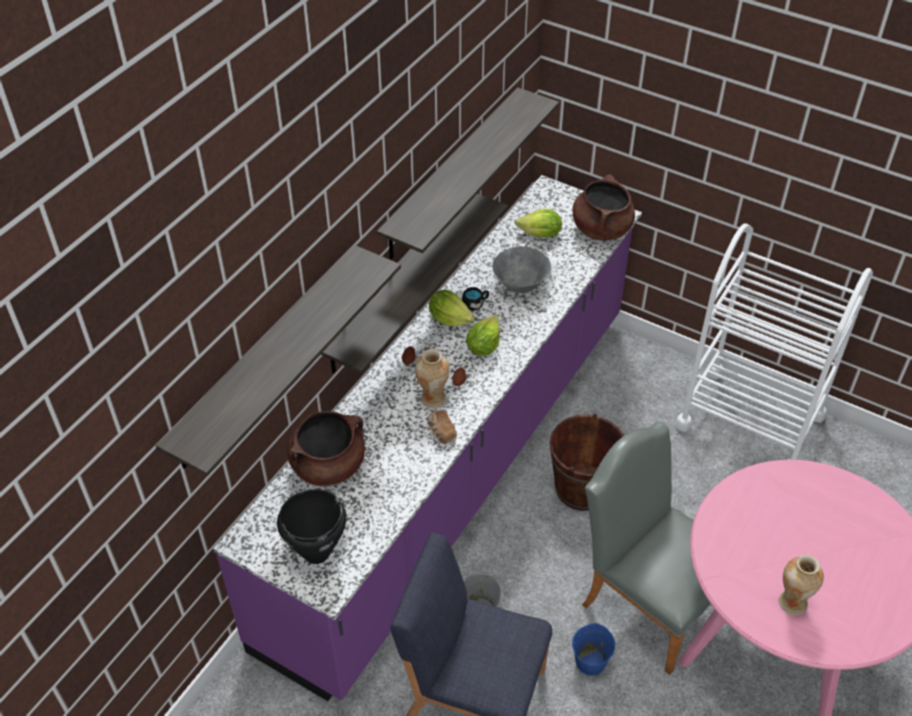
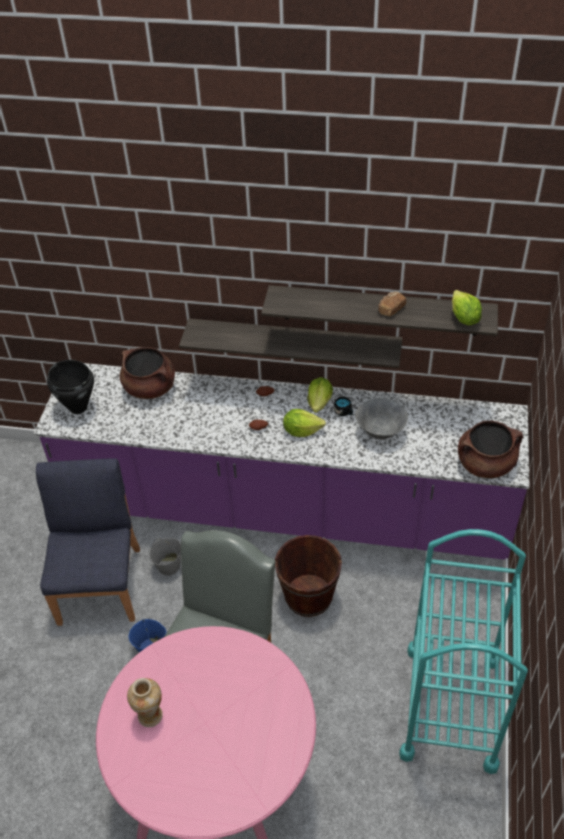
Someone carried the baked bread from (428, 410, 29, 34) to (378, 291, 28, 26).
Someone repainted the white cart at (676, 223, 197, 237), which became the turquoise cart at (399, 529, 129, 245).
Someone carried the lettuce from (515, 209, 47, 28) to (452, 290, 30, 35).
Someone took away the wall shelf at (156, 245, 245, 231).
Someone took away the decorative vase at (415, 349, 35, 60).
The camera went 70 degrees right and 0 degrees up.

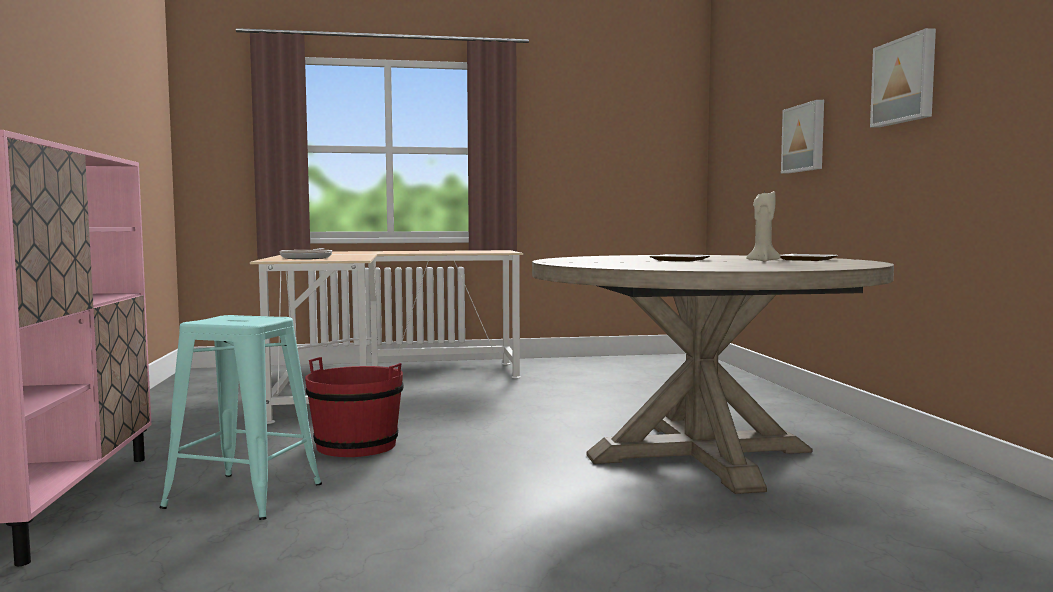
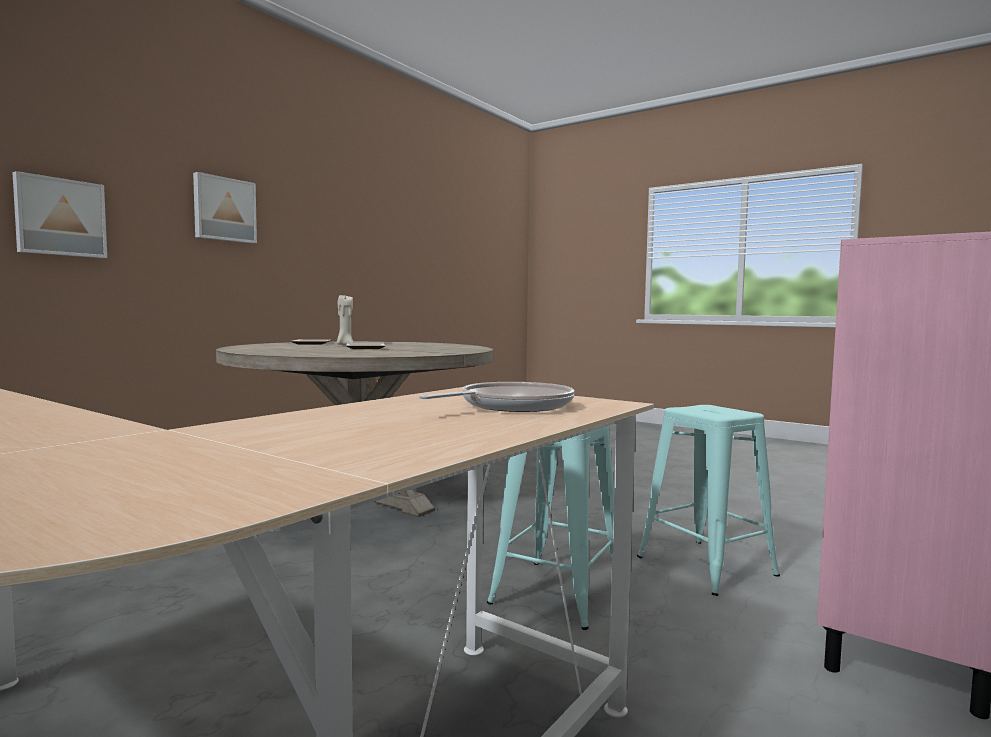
Someone swapped the red-coloured pail at (305, 357, 99, 100) for the turquoise stool at (487, 426, 127, 204).
The camera went 135 degrees left and 0 degrees up.

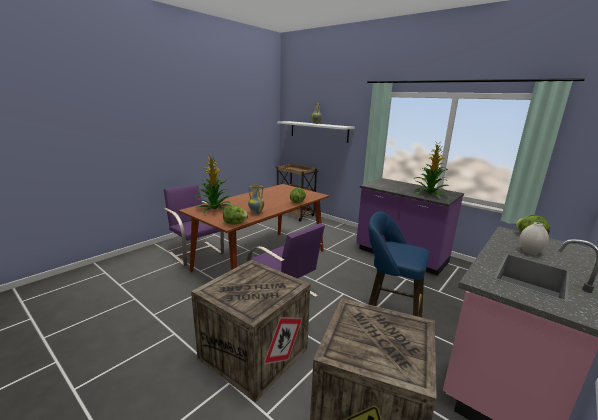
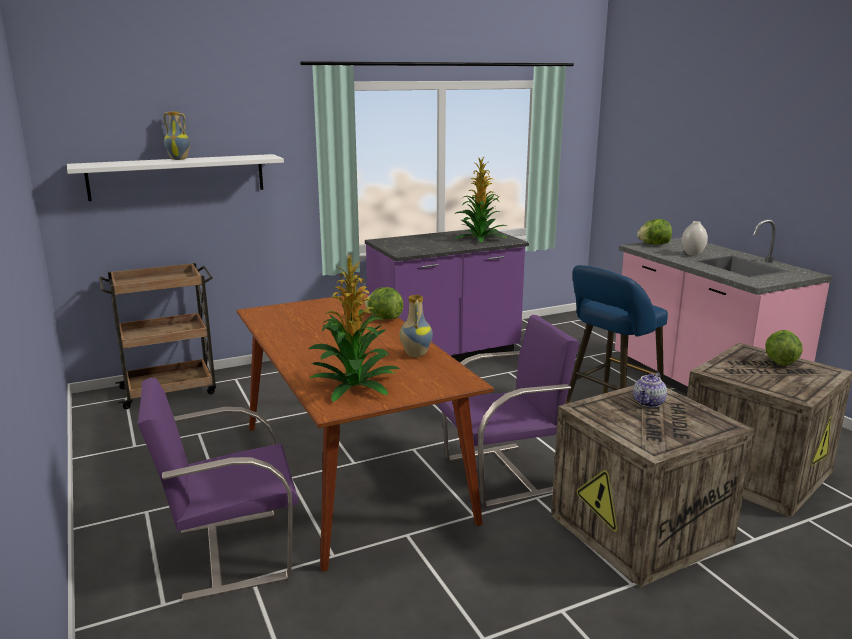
Someone put down the pot for tea at (633, 372, 34, 36).
Someone carried the lettuce from (223, 205, 25, 19) to (765, 330, 38, 36).
The camera went 65 degrees left and 0 degrees up.

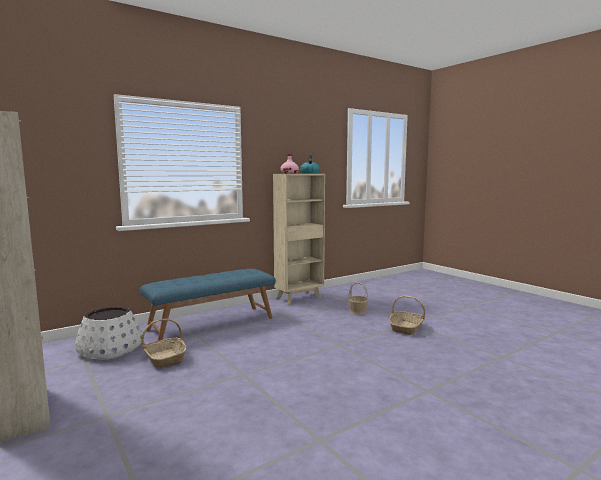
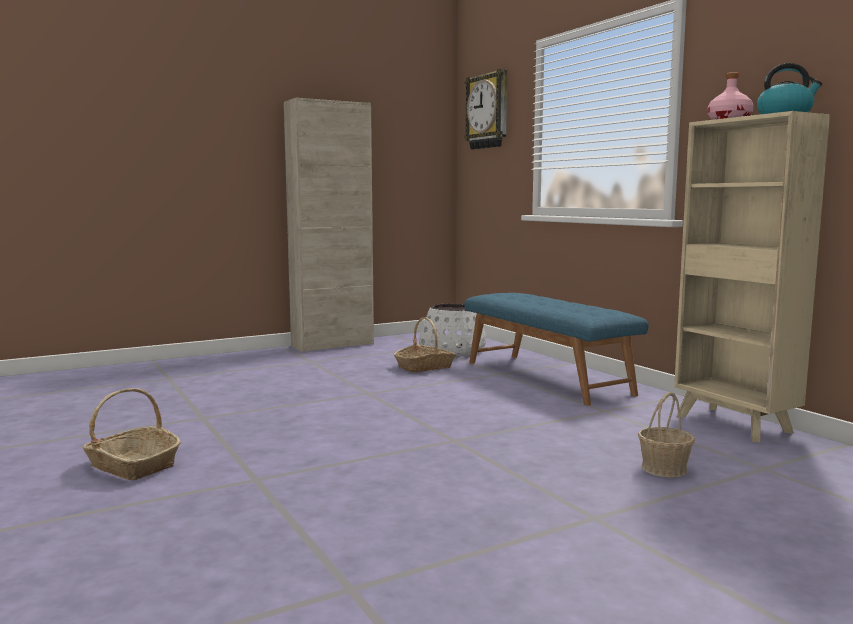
Someone carried the household basket from (389, 296, 36, 39) to (82, 388, 99, 92).
Someone put up the clock on the wall at (464, 69, 43, 81).
The camera went 95 degrees right and 0 degrees up.

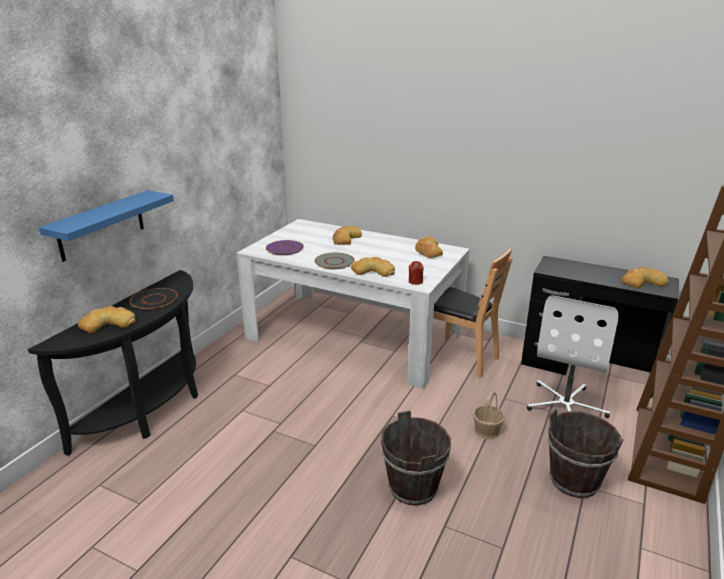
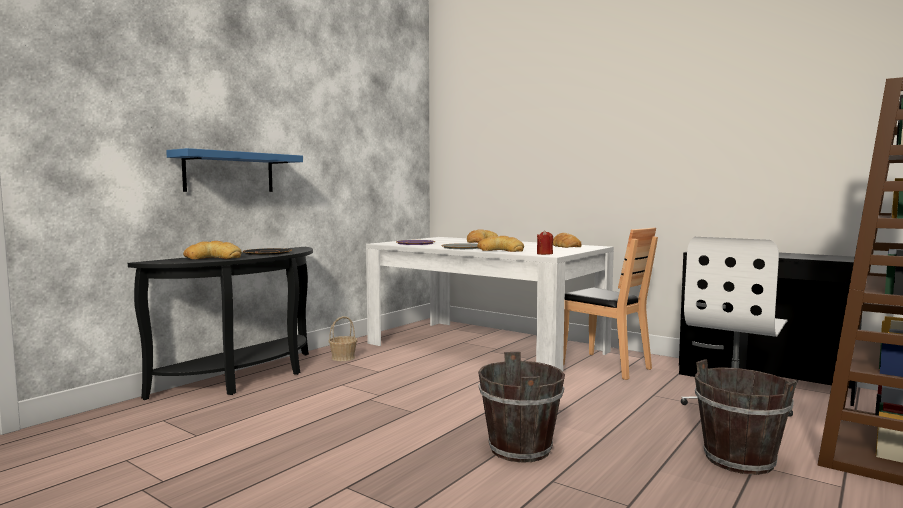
Someone carried the household basket from (473, 392, 32, 47) to (329, 316, 29, 45).
Someone took away the baked bread at (621, 267, 48, 22).
The camera went 10 degrees right and 20 degrees down.

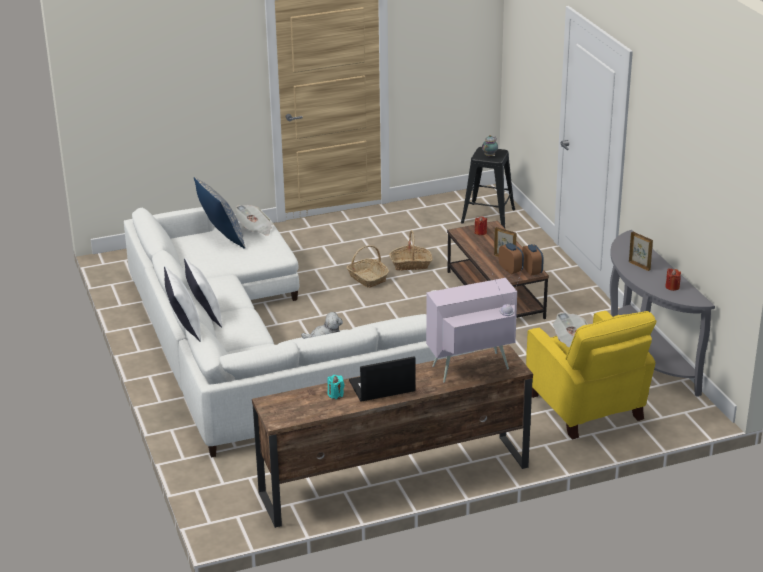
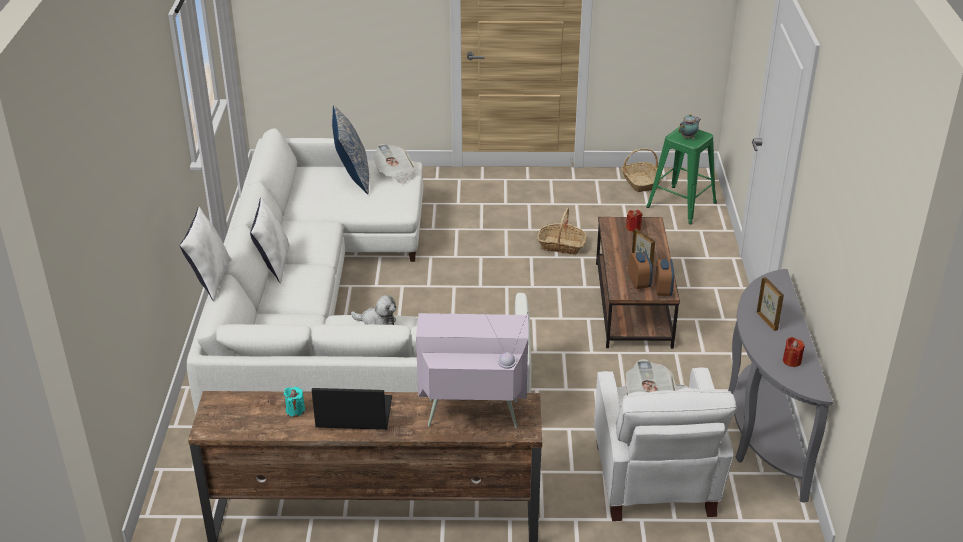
Someone repainted the yellow-coloured armchair at (526, 311, 130, 129), which became the white armchair at (594, 368, 143, 153).
Someone carried the household basket from (347, 245, 42, 43) to (621, 148, 41, 44).
Someone repainted the black-coloured stool at (461, 147, 54, 81), which became the greenish stool at (646, 127, 71, 97).
The camera went 20 degrees right and 5 degrees up.

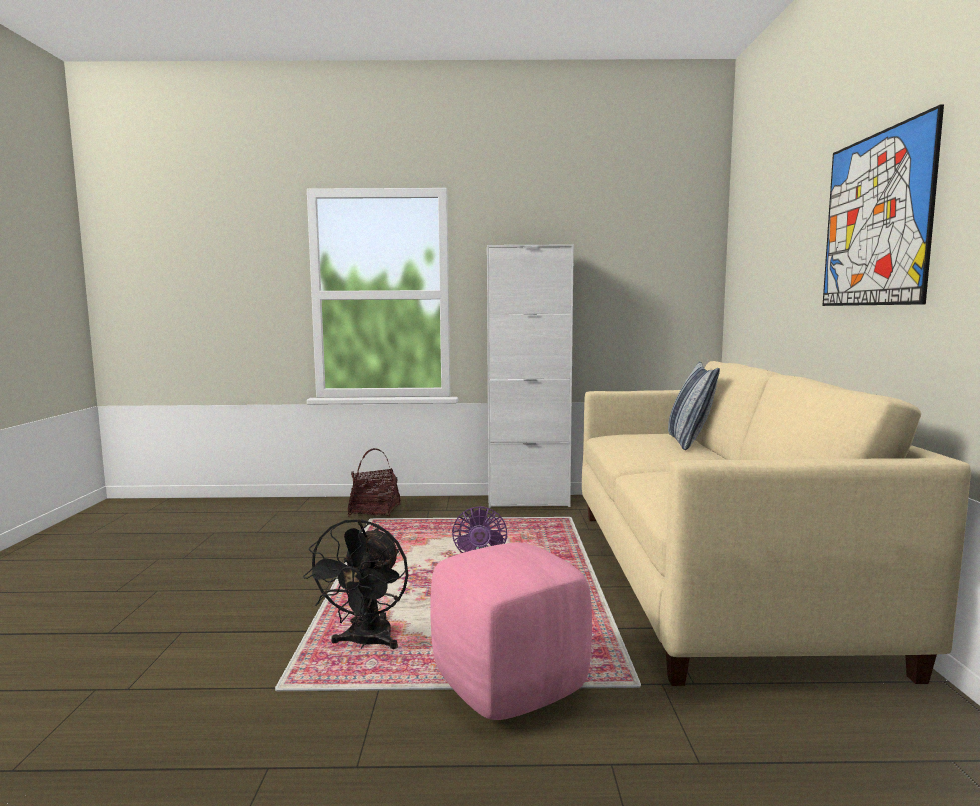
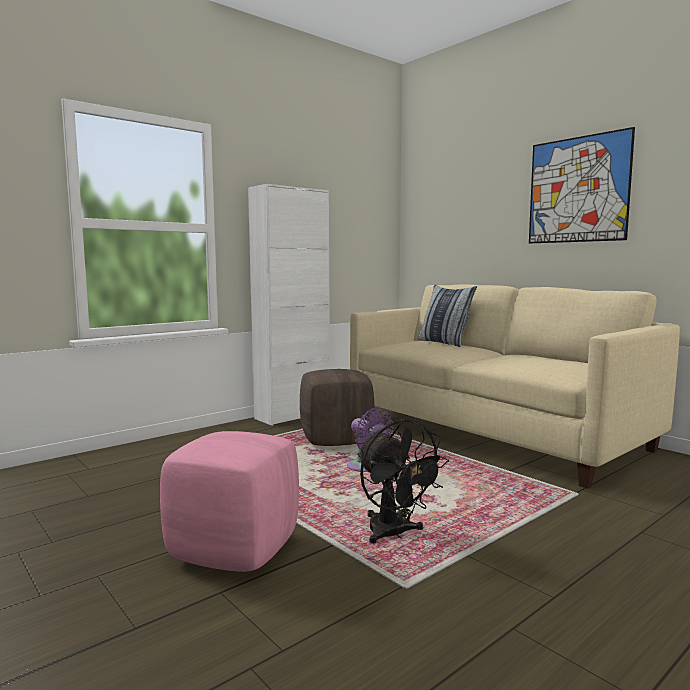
Someone carried the pink-coloured pouffe from (430, 543, 162, 177) to (160, 431, 139, 141).
Someone put down the brown pouffe at (300, 369, 74, 77).
Someone took away the household basket at (348, 448, 53, 68).
The camera went 40 degrees left and 0 degrees up.

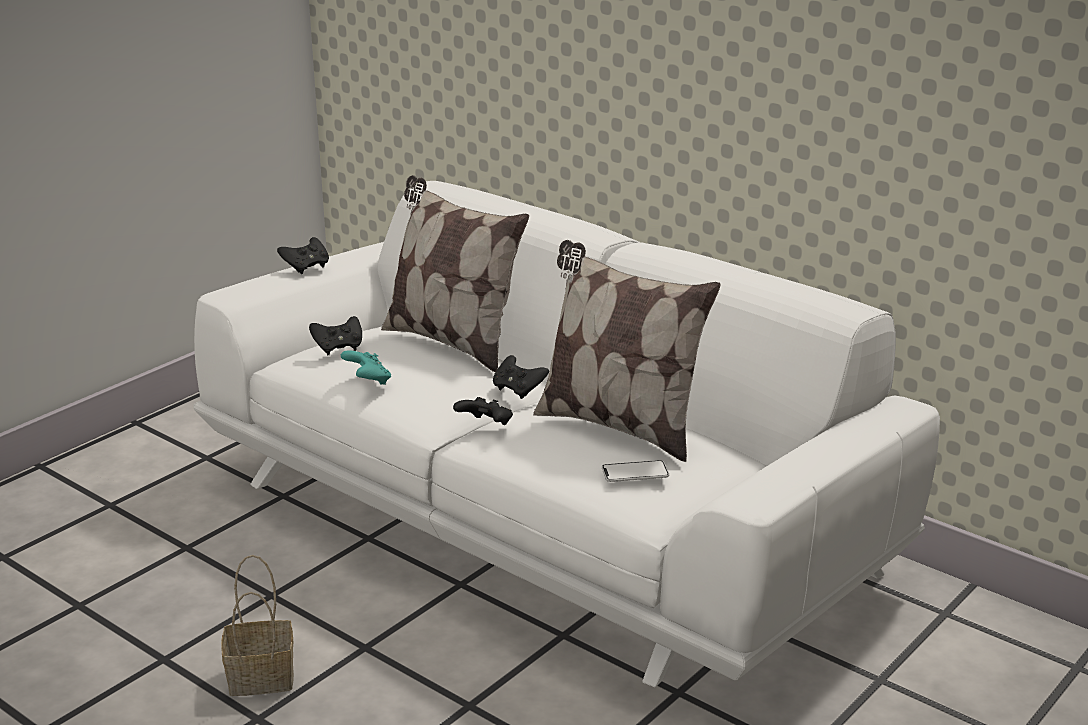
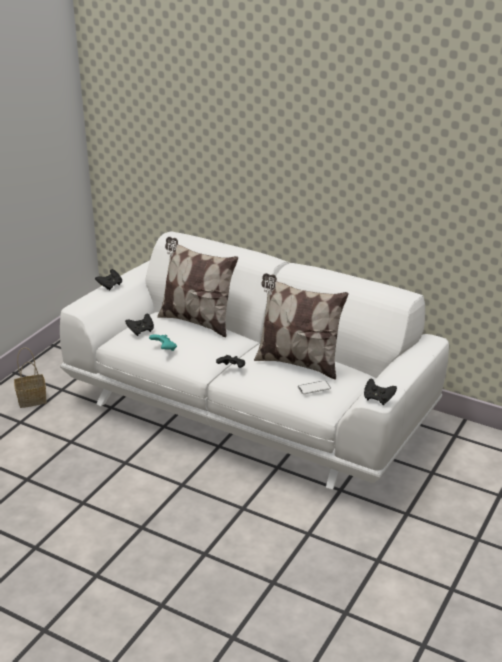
Someone carried the household basket from (221, 555, 73, 141) to (14, 347, 33, 61).
Someone carried the black-coloured gamepad from (493, 355, 56, 44) to (364, 379, 33, 26).
The camera went 10 degrees left and 5 degrees up.

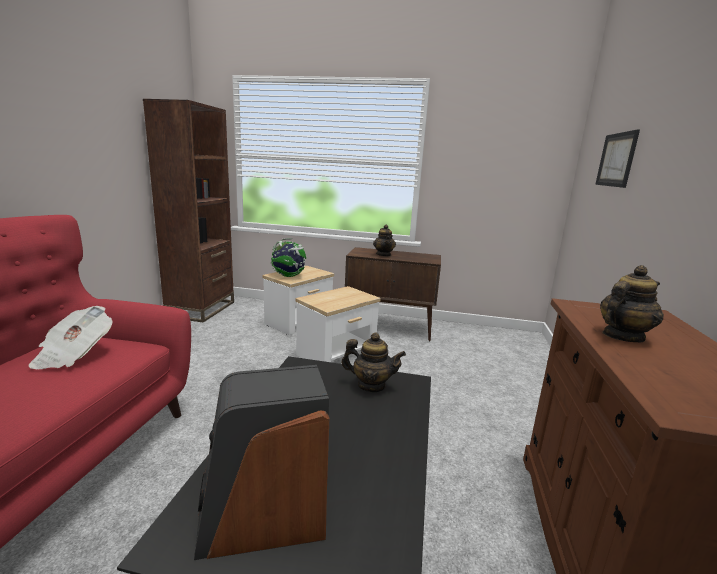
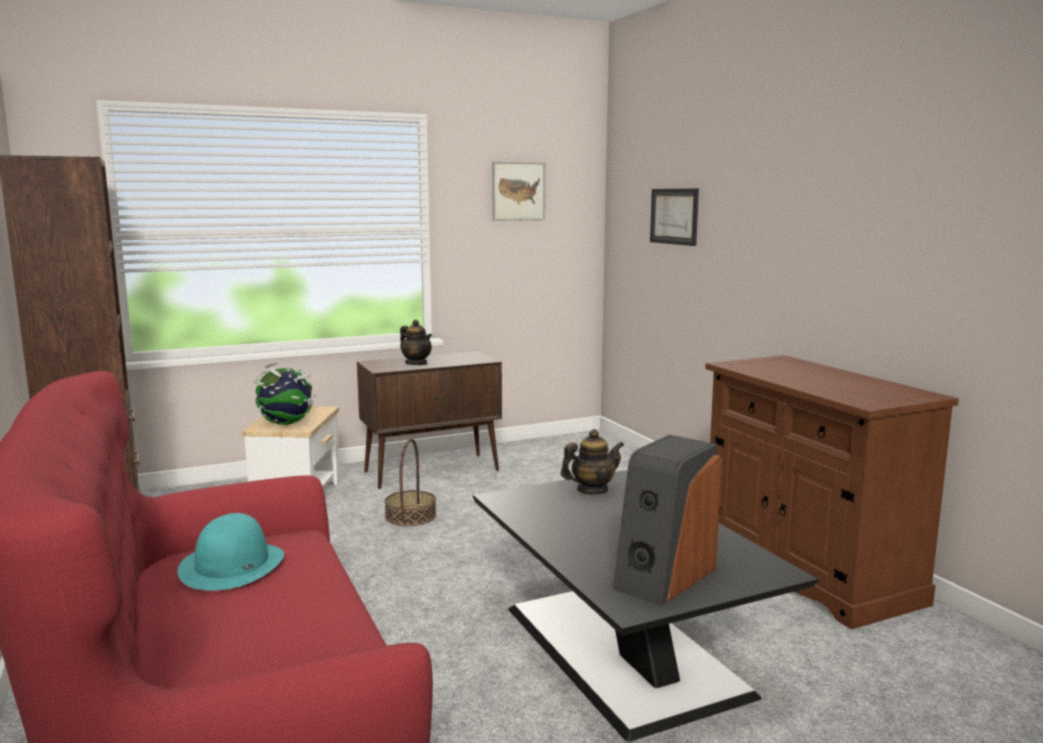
Someone swapped the daily paper at (28, 306, 85, 63) for the turquoise wearable hat at (178, 513, 106, 78).
Someone swapped the side table at (296, 286, 85, 76) for the household basket at (384, 438, 52, 88).
Someone put up the picture at (492, 162, 53, 59).
Someone took away the pot for tea at (600, 265, 64, 77).
The camera went 35 degrees left and 5 degrees down.

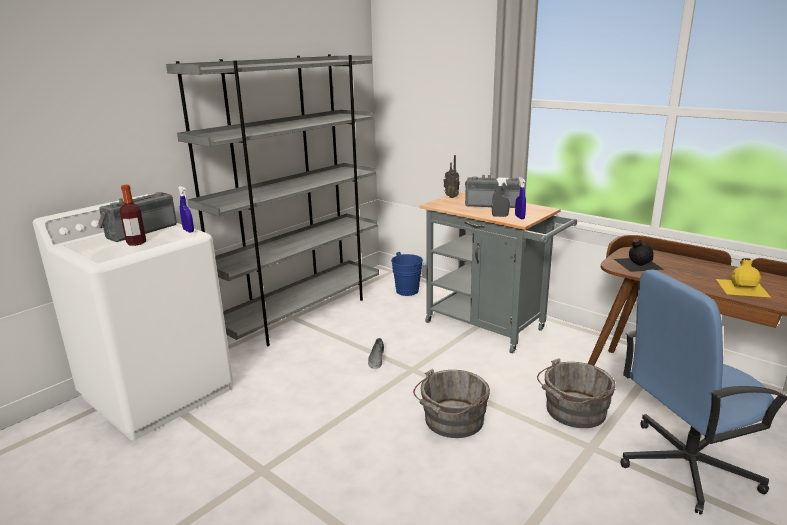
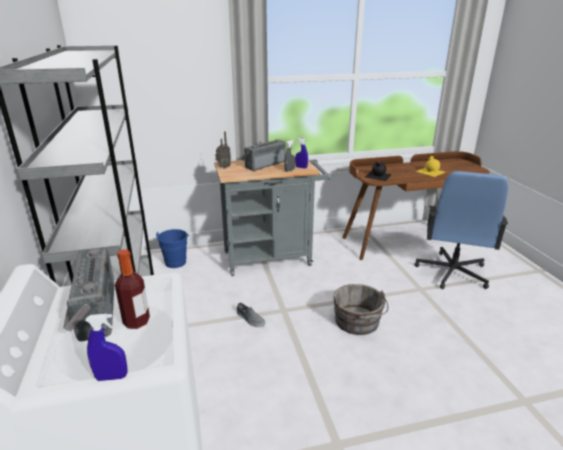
Someone carried the blue-coloured spray bottle from (179, 186, 15, 46) to (85, 314, 42, 67).
Someone took away the grey pail at (537, 358, 79, 70).
The camera went 55 degrees left and 5 degrees up.

